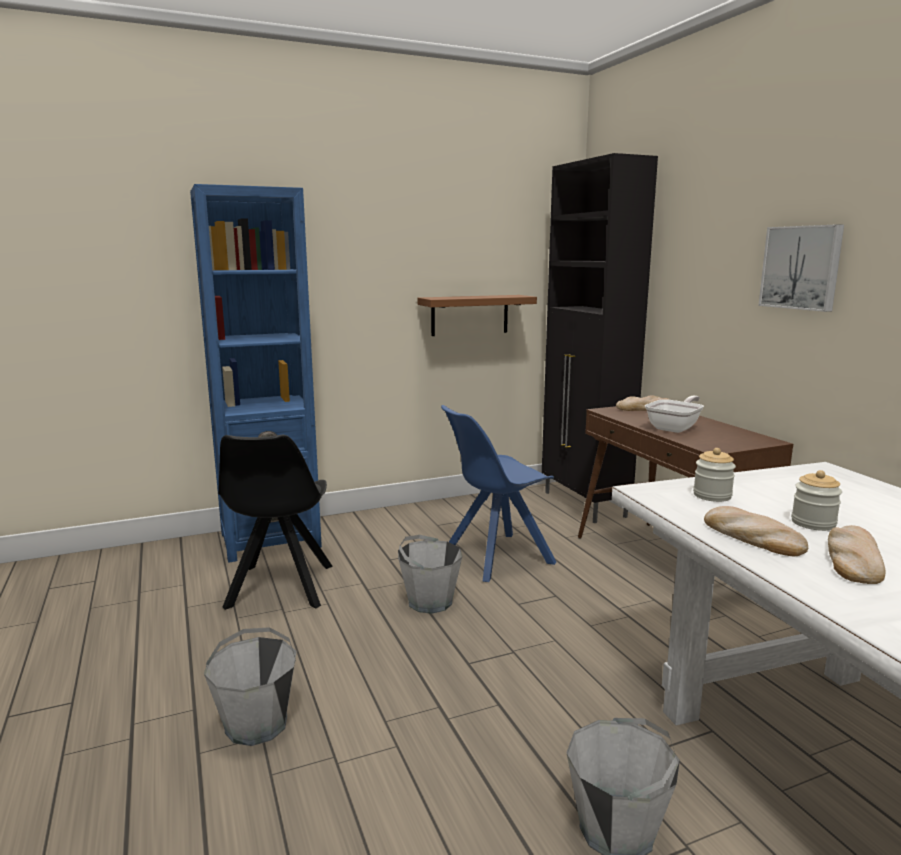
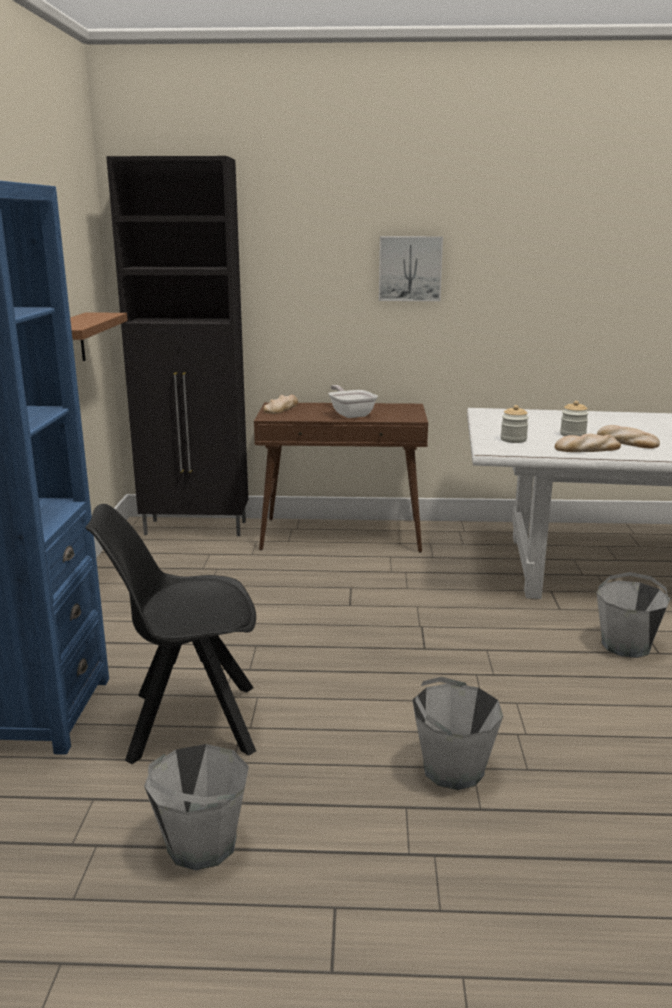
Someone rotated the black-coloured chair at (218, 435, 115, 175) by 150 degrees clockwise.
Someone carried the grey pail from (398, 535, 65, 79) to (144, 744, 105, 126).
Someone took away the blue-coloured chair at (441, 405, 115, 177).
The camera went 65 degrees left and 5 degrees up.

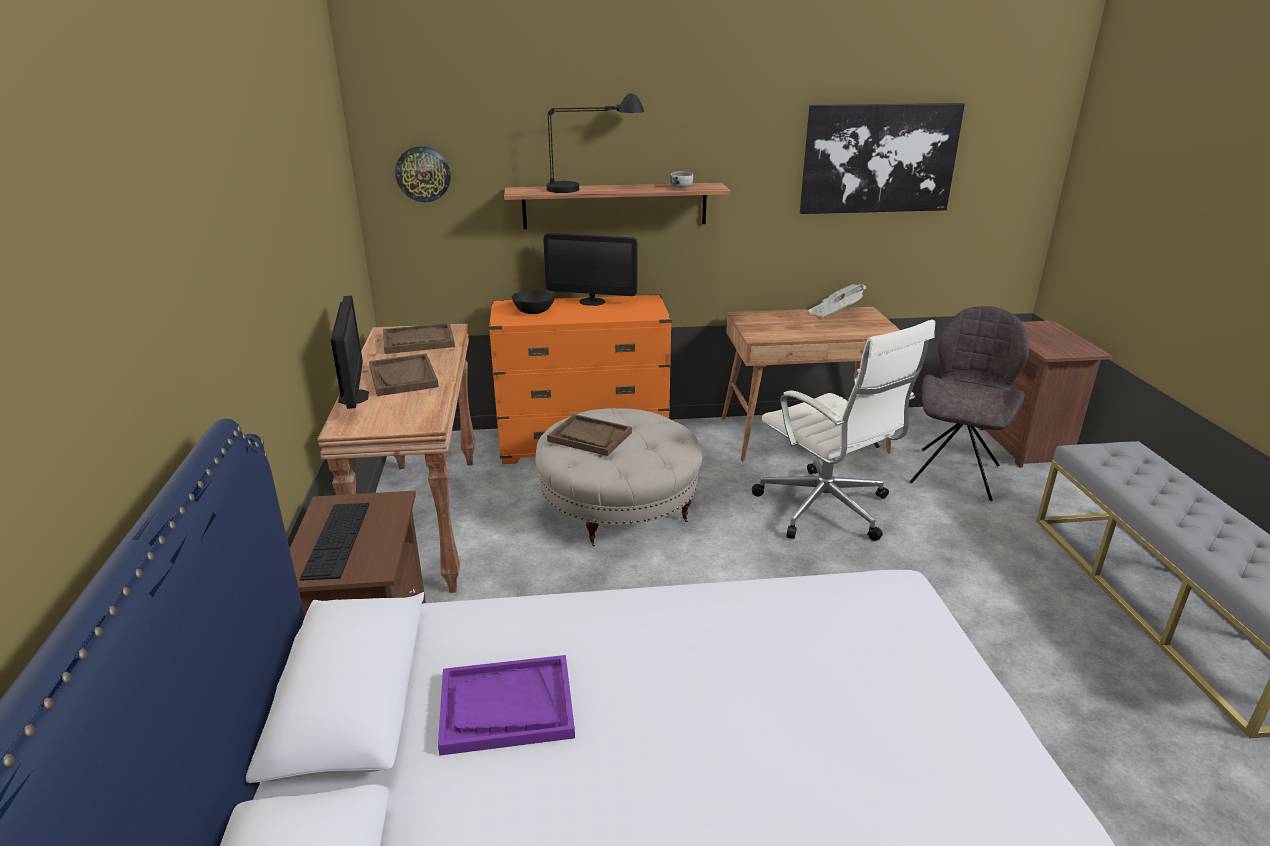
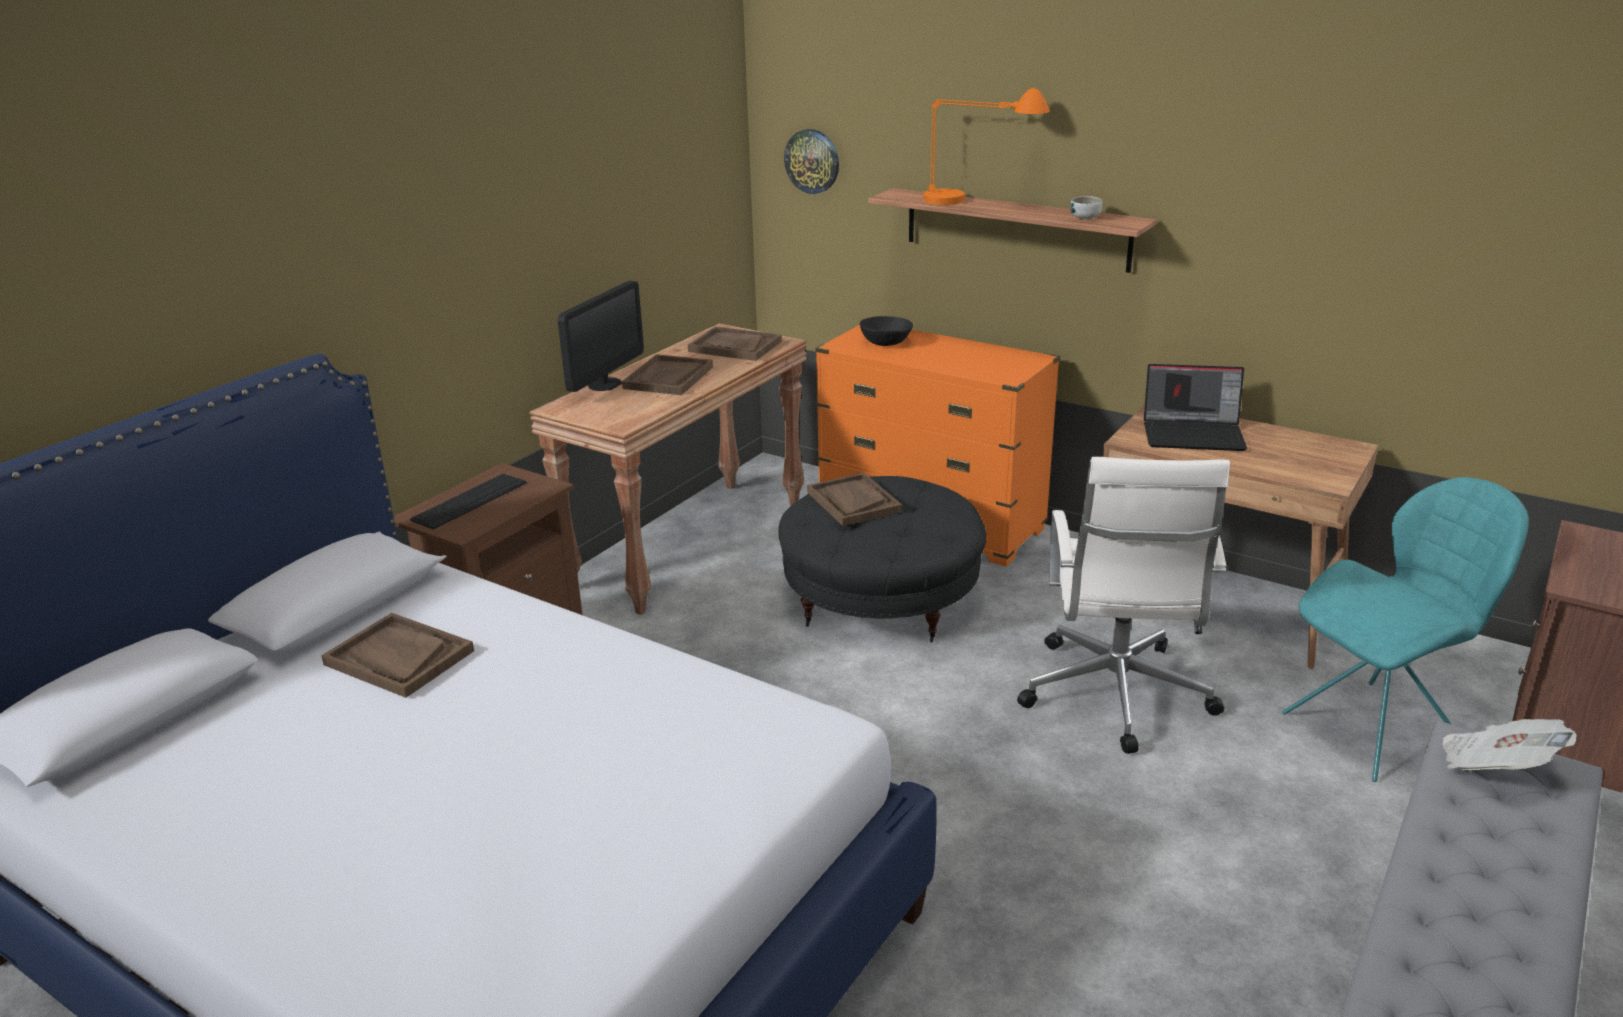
Someone repainted the purple carrying tray at (438, 655, 137, 101), which became the brown carrying tray at (321, 613, 153, 85).
Someone repainted the beige pouffe at (535, 408, 168, 138), which became the black-coloured pouffe at (778, 476, 208, 166).
Someone repainted the black-coloured tabletop lamp at (547, 93, 97, 100), which became the orangey tabletop lamp at (923, 88, 127, 117).
Someone put down the portable computer at (1144, 364, 103, 87).
Someone repainted the grey chair at (910, 306, 119, 195), which became the turquoise chair at (1282, 477, 247, 305).
Someone carried the daily paper from (809, 284, 57, 33) to (1443, 719, 134, 51).
Someone took away the computer display at (543, 233, 95, 73).
Someone took away the picture at (800, 103, 165, 111).
The camera went 40 degrees right and 0 degrees up.

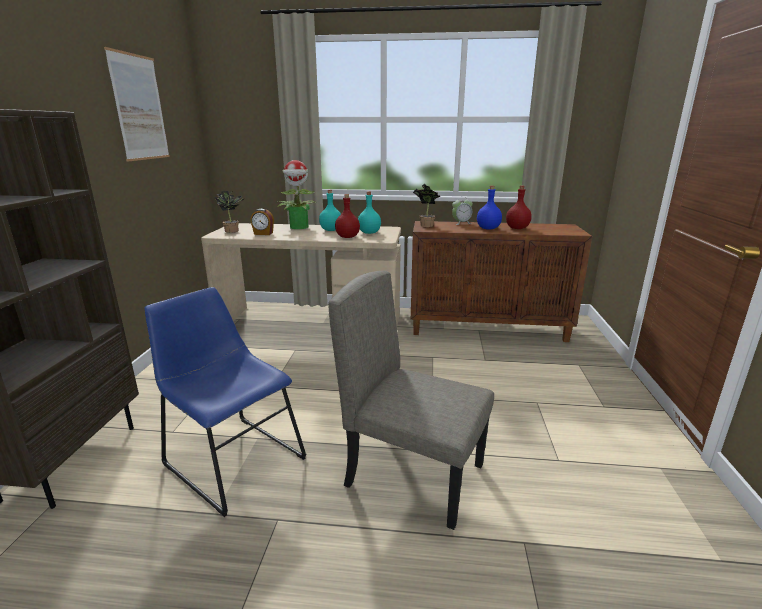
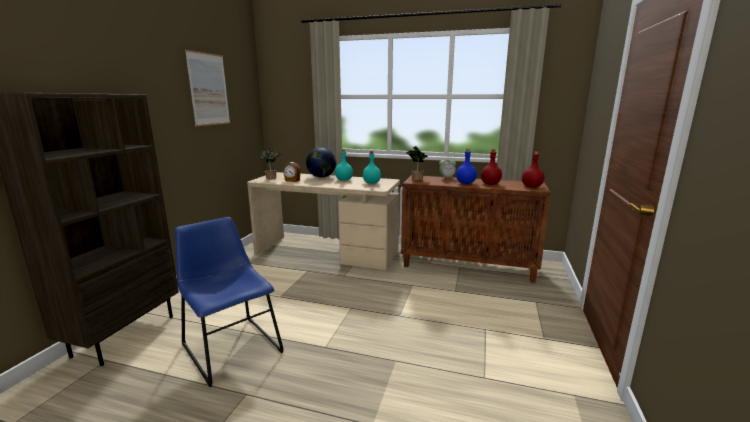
Someone swapped the potted plant at (277, 160, 40, 69) for the globe at (306, 147, 30, 31).
Someone carried the red-coloured beverage bottle from (335, 194, 25, 44) to (522, 151, 22, 37).
Someone took away the beige chair at (328, 271, 166, 259).
The camera went 10 degrees right and 5 degrees down.

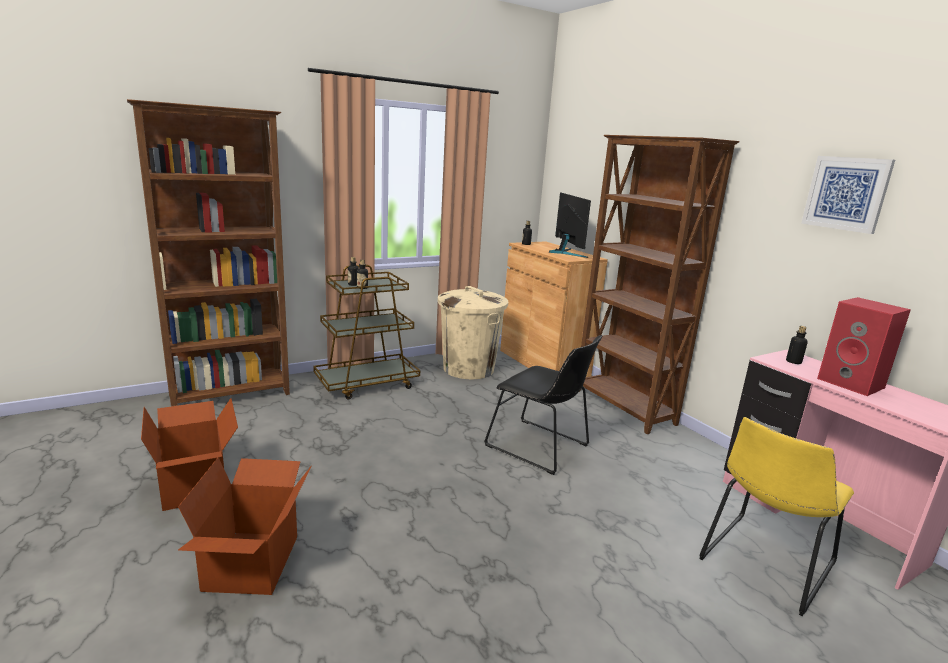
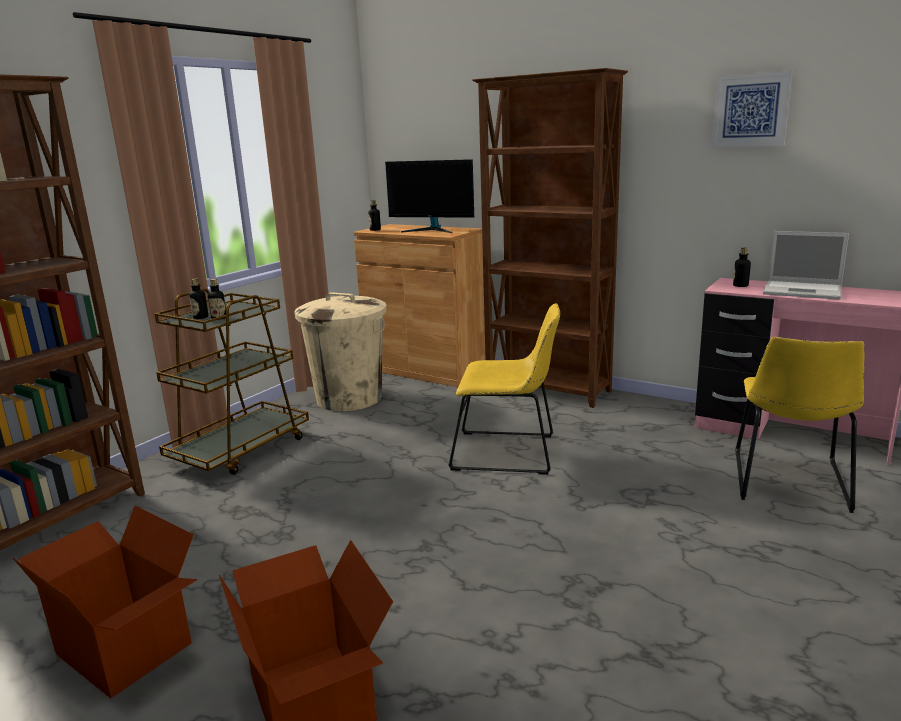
Someone rotated the computer display at (549, 192, 42, 66) by 150 degrees clockwise.
Someone repainted the black-coloured chair at (484, 335, 119, 140), which became the yellow-coloured chair at (448, 303, 112, 172).
Someone swapped the red-coloured speaker at (817, 297, 94, 99) for the portable computer at (763, 231, 86, 69).
The camera went 25 degrees left and 0 degrees up.

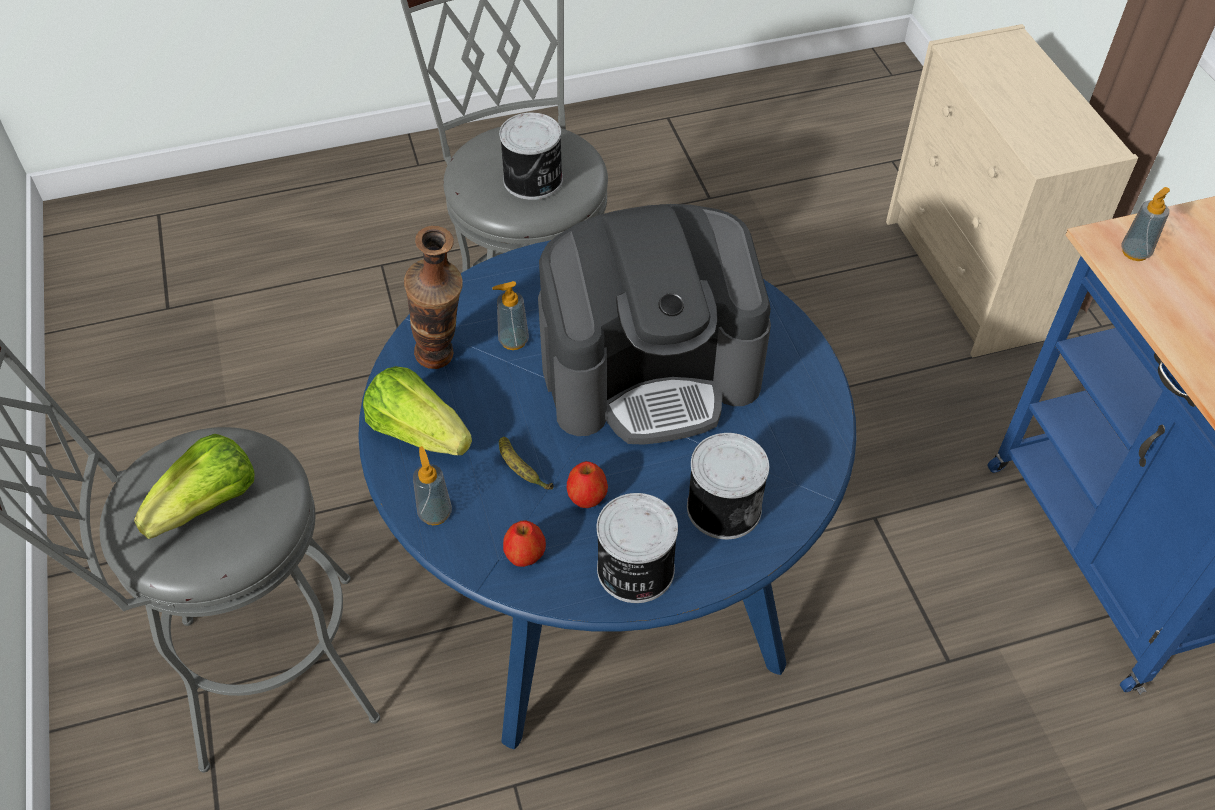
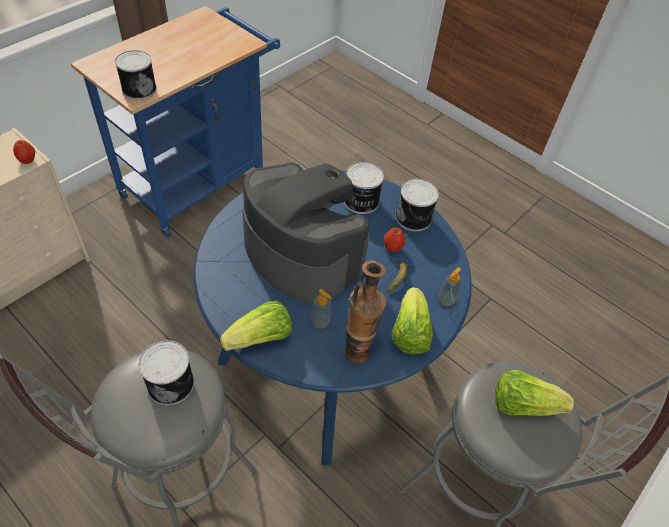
Someone carried the apple from (503, 520, 43, 47) to (13, 140, 22, 24).
Someone swapped the liquid soap bottle at (1121, 187, 49, 74) for the sealed can at (115, 50, 42, 50).
Someone put down the lettuce at (220, 301, 72, 50).
The camera went 125 degrees left and 0 degrees up.

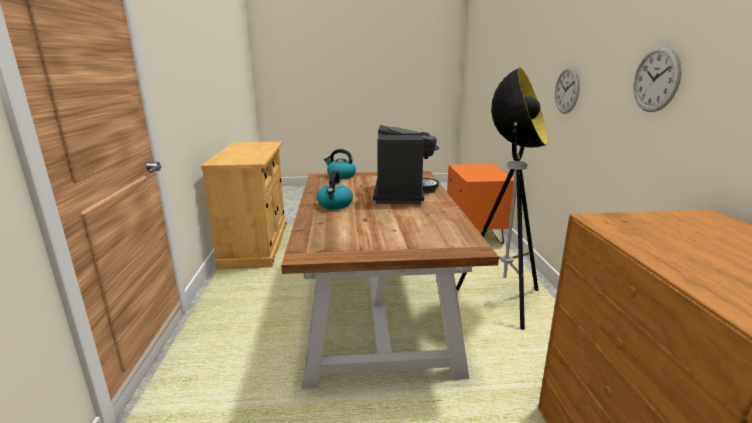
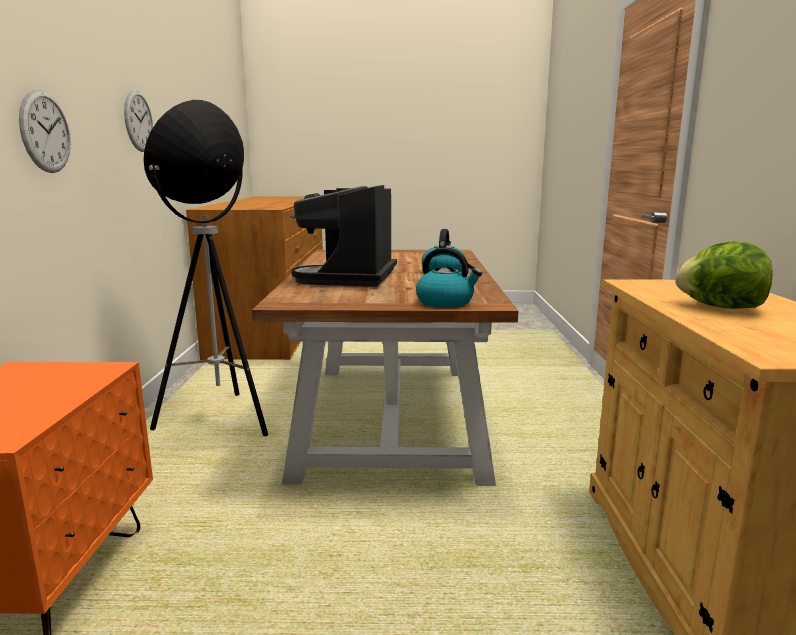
Someone put down the lettuce at (675, 241, 98, 68).
The camera went 175 degrees left and 5 degrees down.

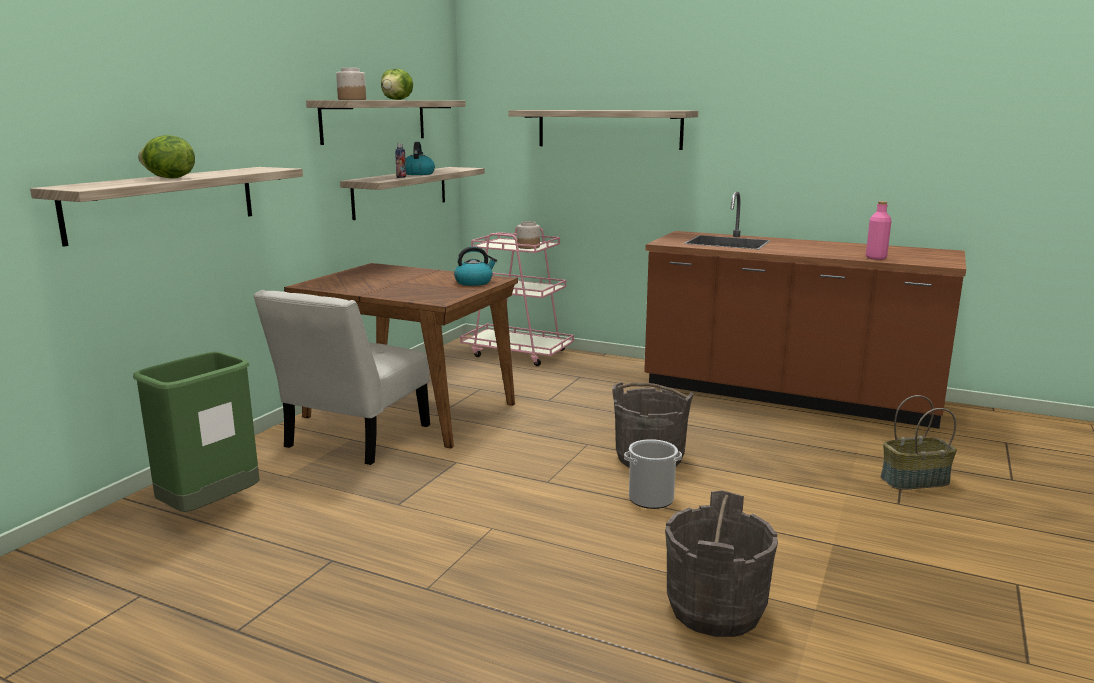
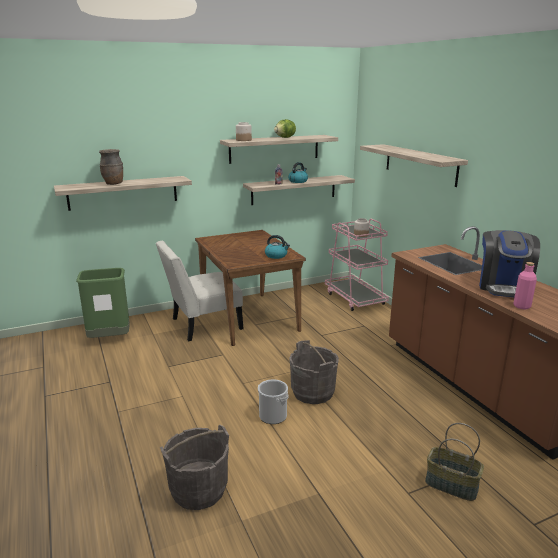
Someone swapped the lettuce at (138, 135, 57, 44) for the brown decorative vase at (99, 149, 24, 36).
Someone put down the coffee brewer at (479, 230, 61, 67).
The camera went 40 degrees right and 5 degrees up.

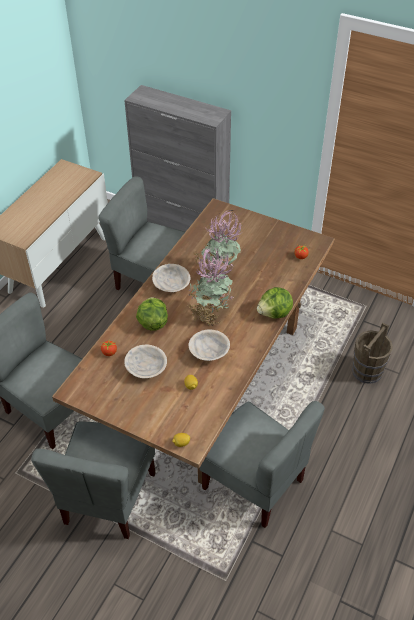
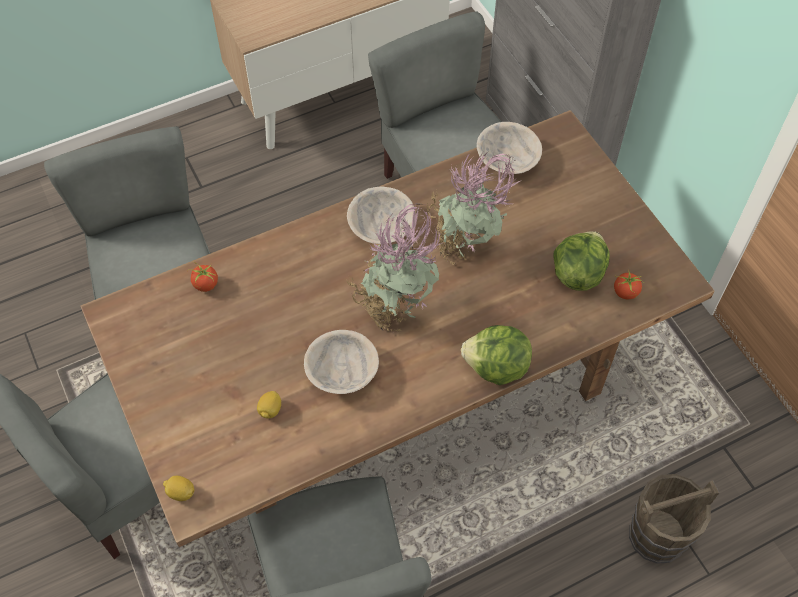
Someone carried the beige bowl from (124, 344, 43, 34) to (477, 122, 65, 52).
Someone carried the lettuce from (136, 297, 32, 34) to (553, 231, 57, 60).
The camera went 35 degrees right and 10 degrees up.

